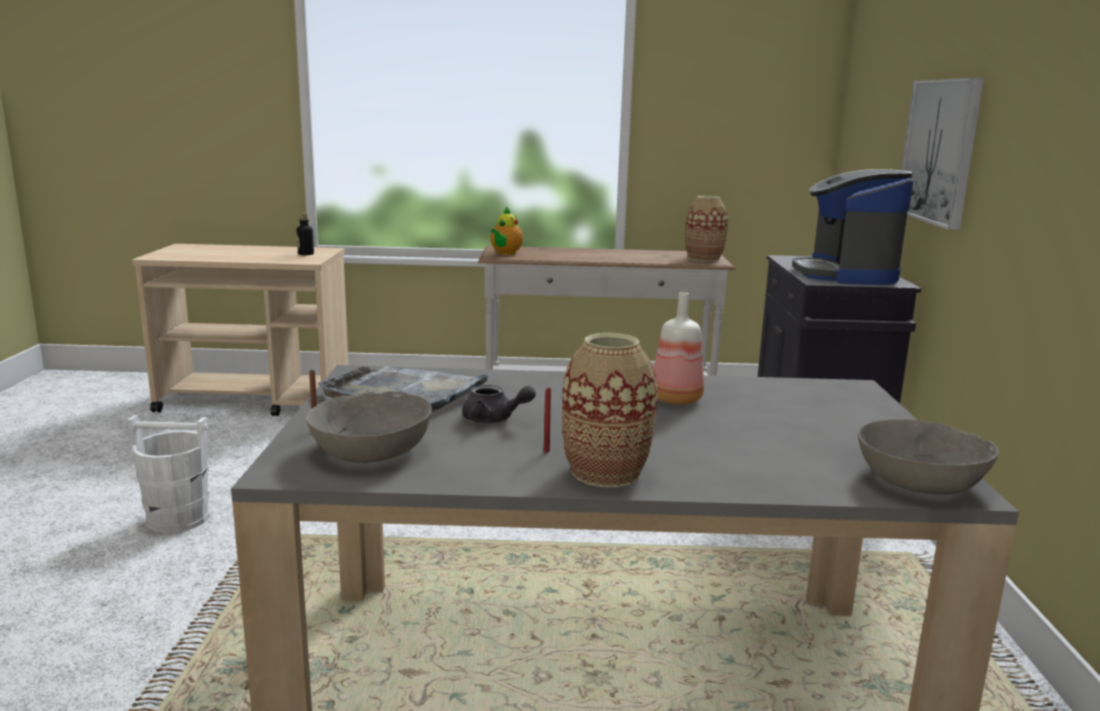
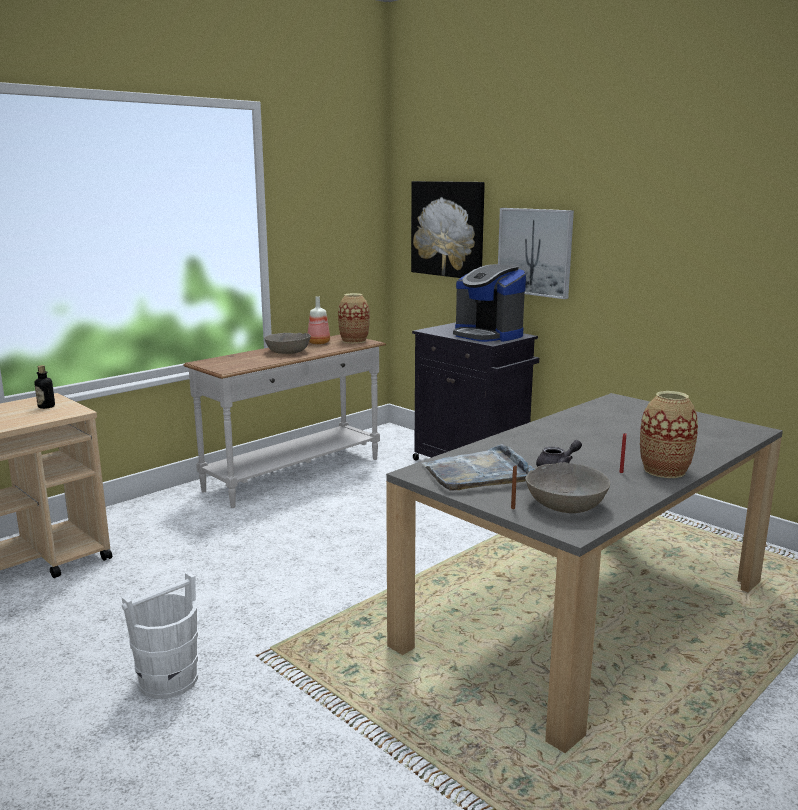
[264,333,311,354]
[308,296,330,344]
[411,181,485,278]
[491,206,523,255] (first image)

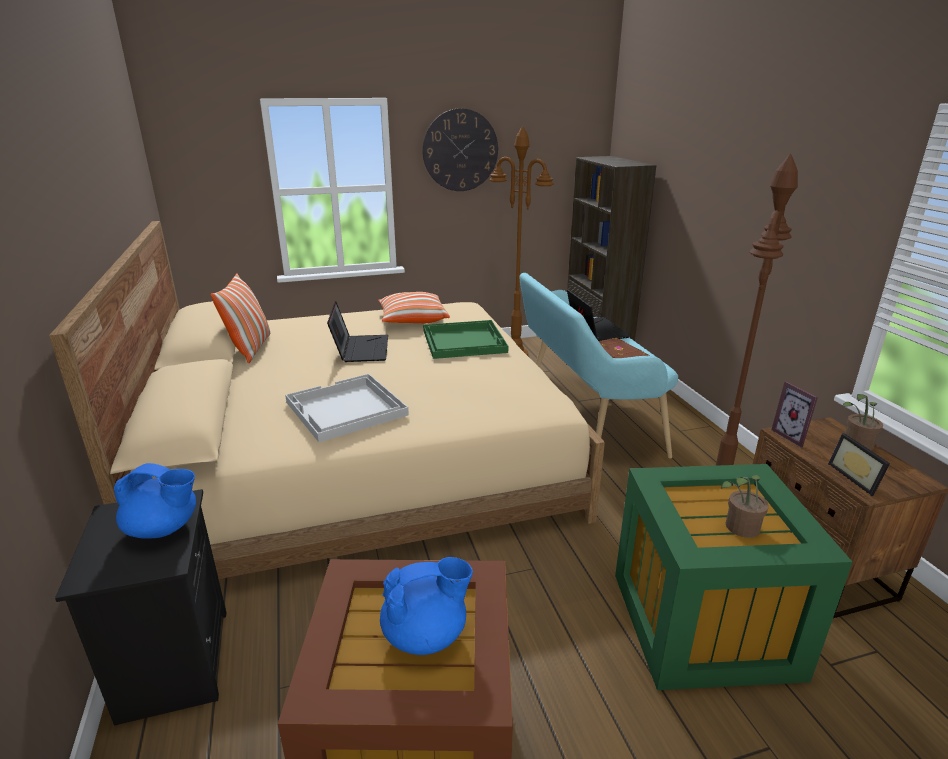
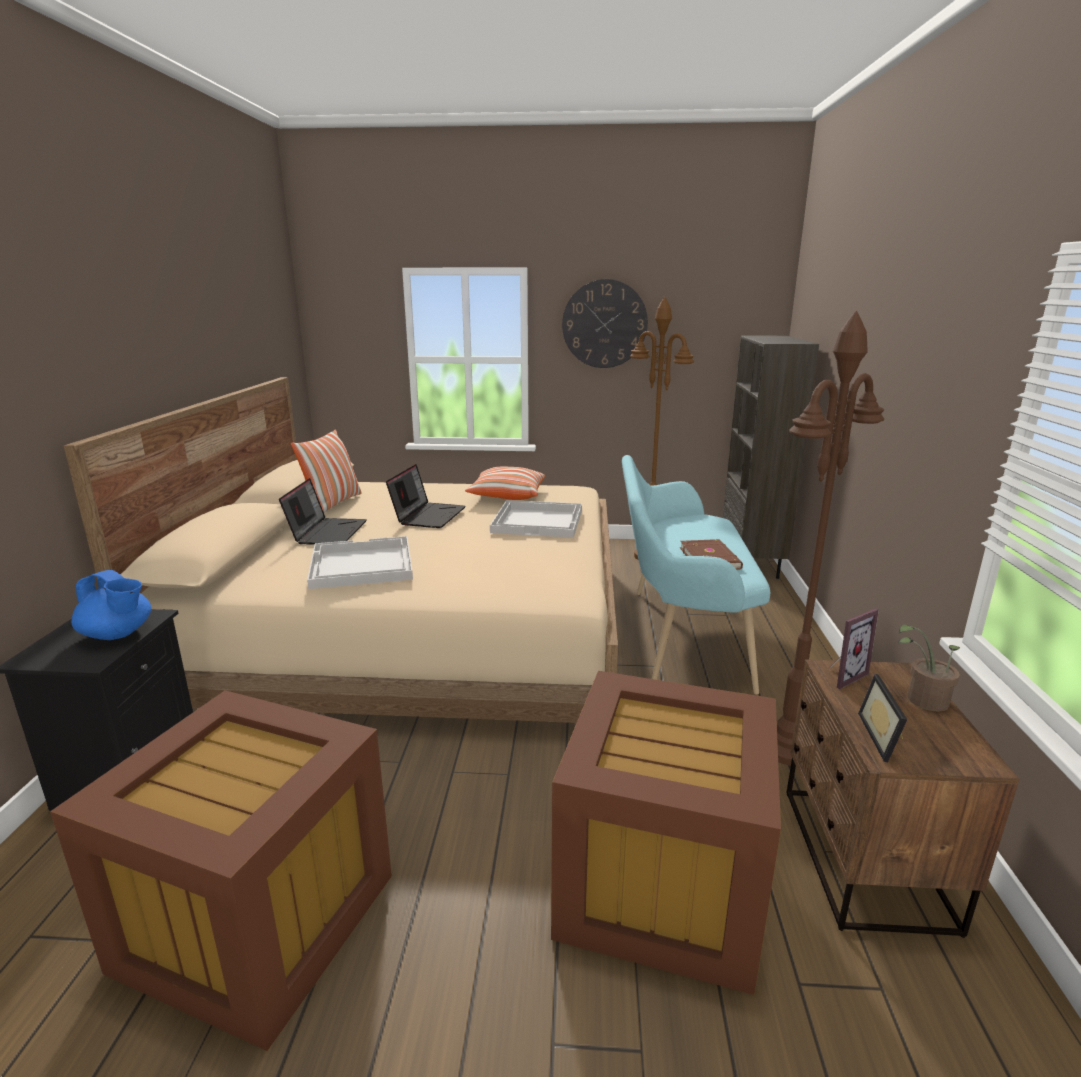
[279,478,367,545]
[490,500,582,538]
[551,671,781,995]
[828,608,879,689]
[380,557,473,655] (first image)
[721,475,769,538] (first image)

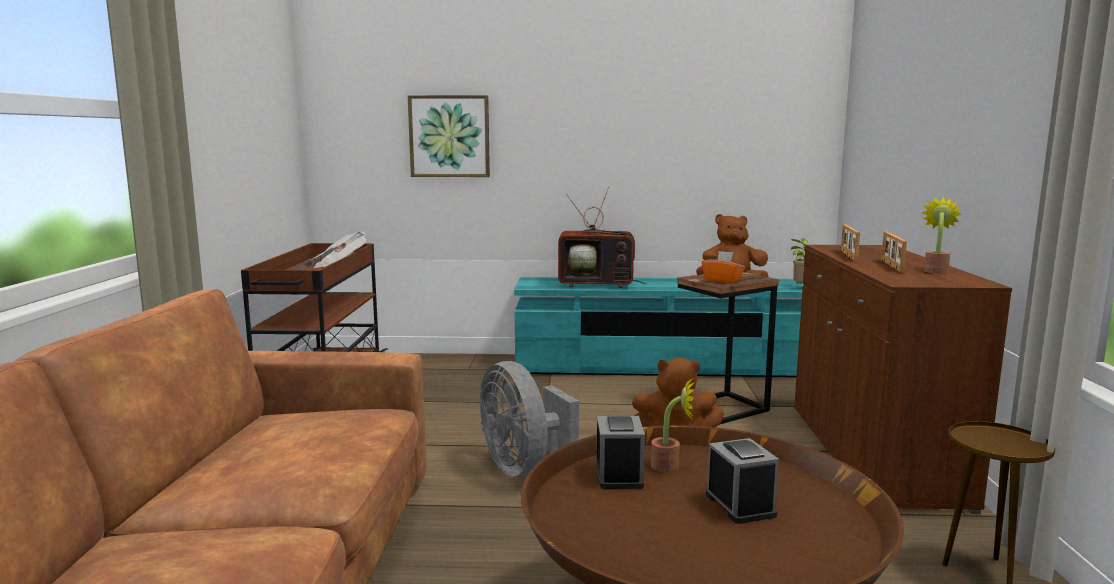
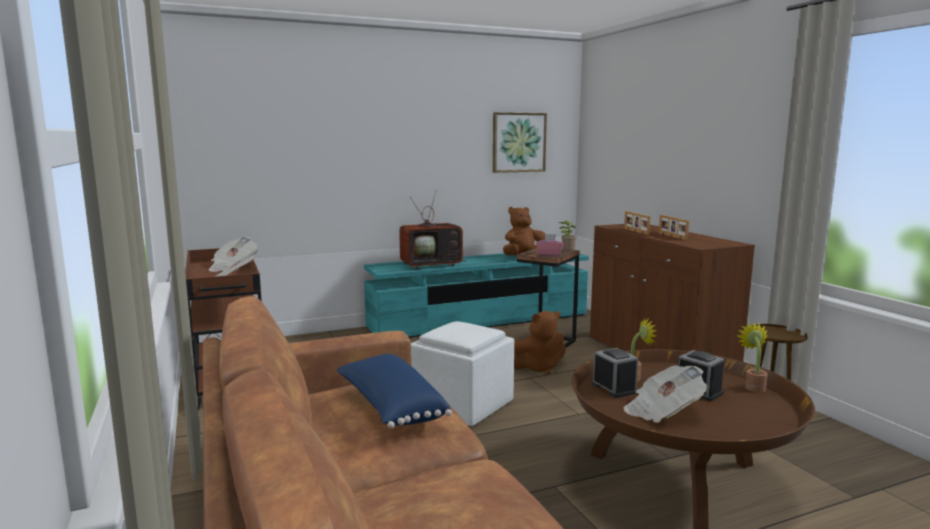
[337,354,452,428]
[411,321,514,426]
[493,112,547,173]
[536,234,563,256]
[623,365,707,423]
[736,322,768,393]

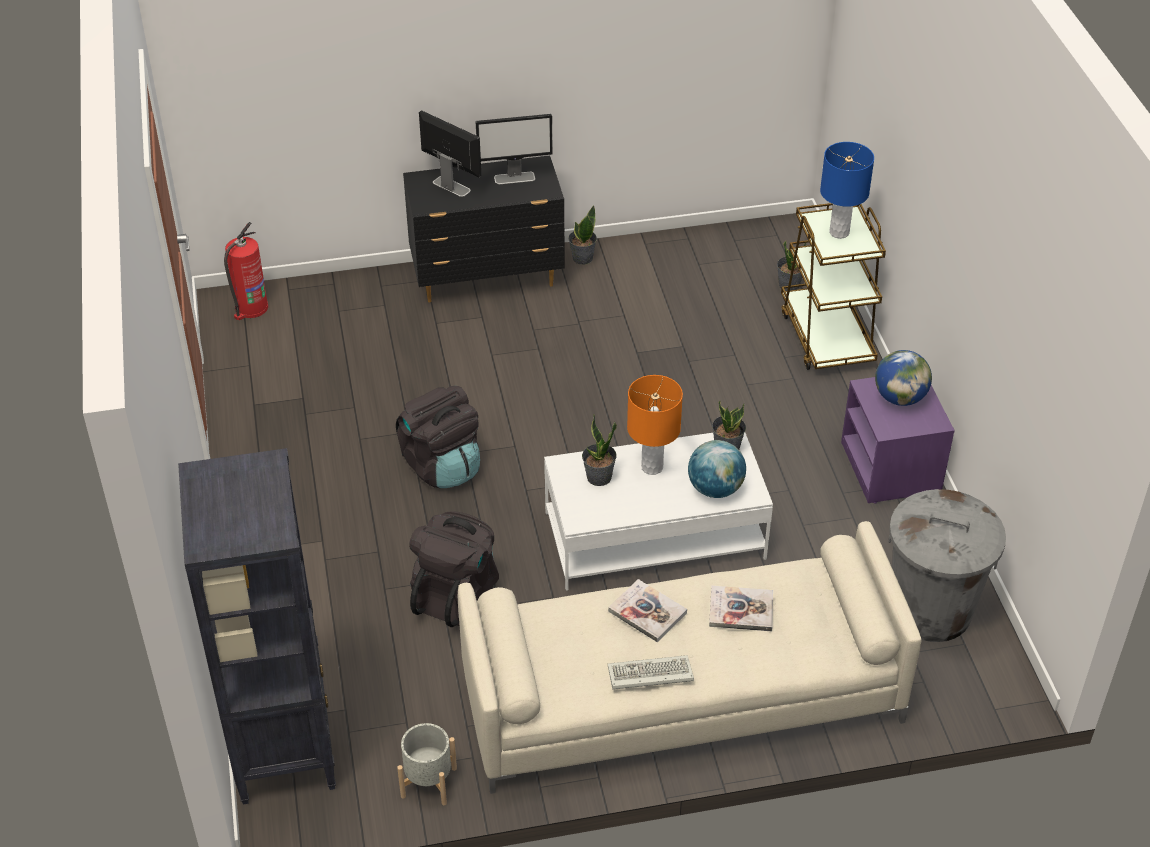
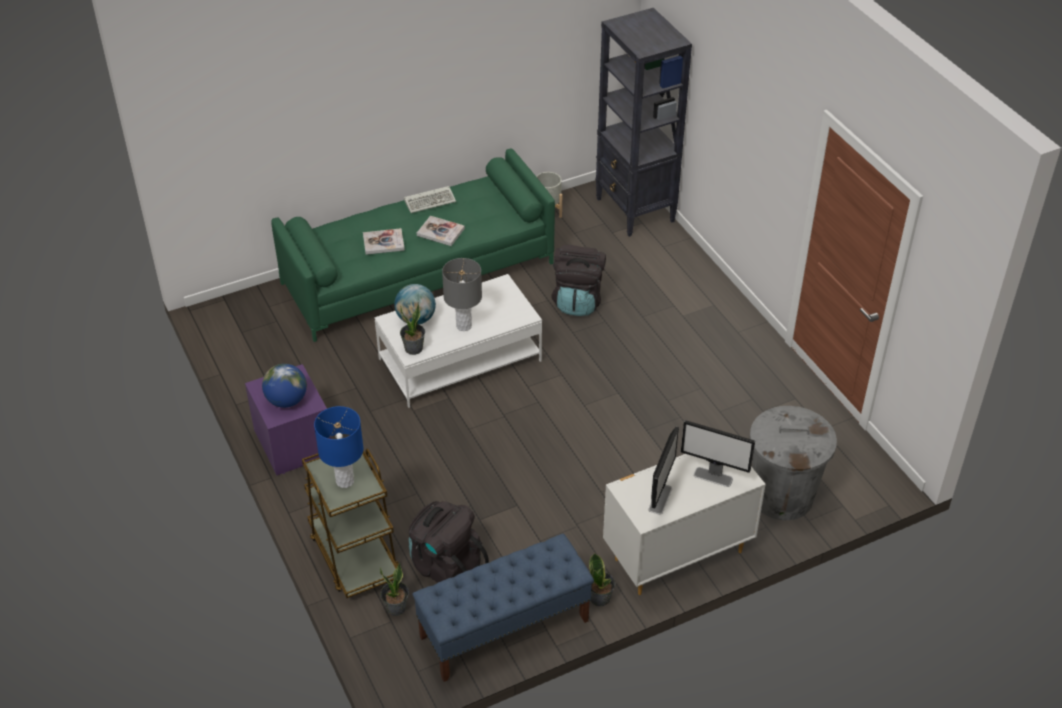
[271,148,555,342]
[409,501,489,583]
[413,534,594,682]
[442,258,482,331]
[603,454,766,595]
[648,427,679,514]
[750,406,837,520]
[224,222,268,320] (first image)
[582,415,617,486] (first image)

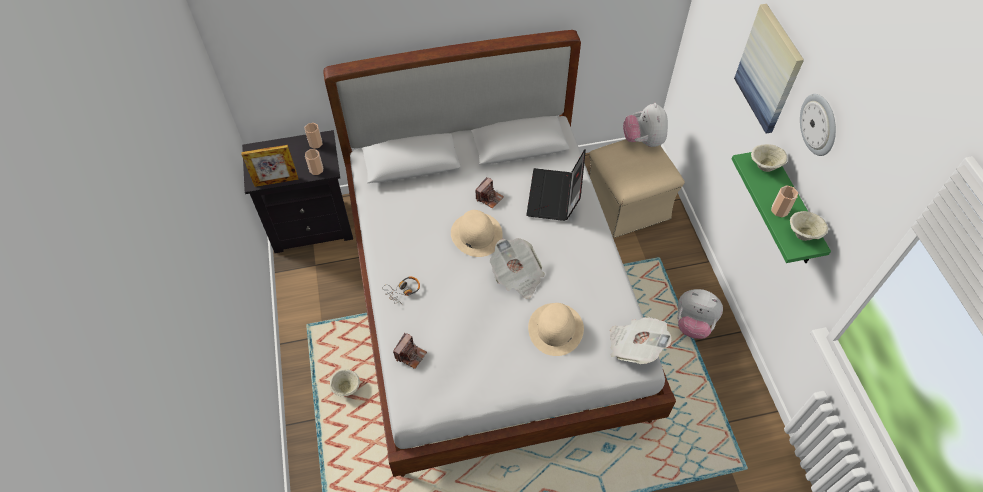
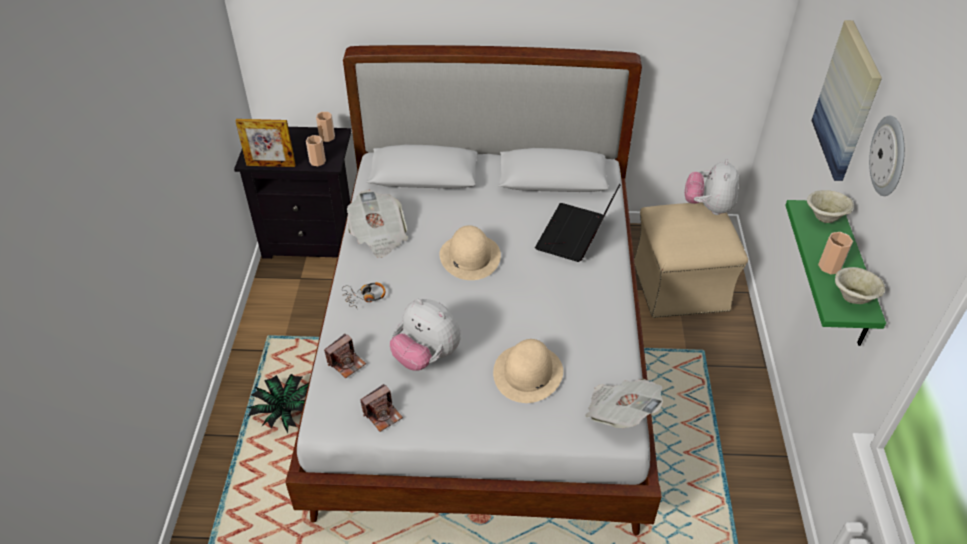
[248,374,309,433]
[347,190,408,258]
[361,384,403,432]
[390,299,461,371]

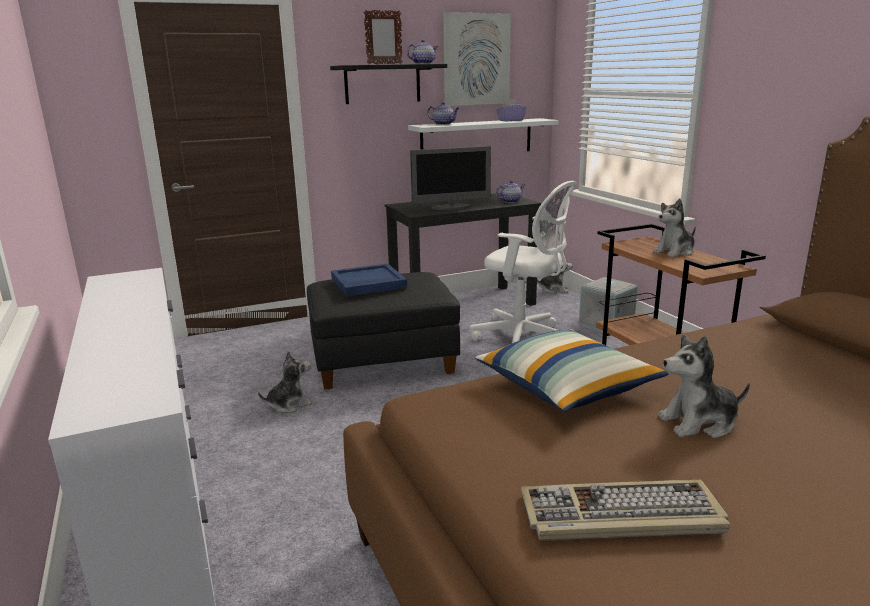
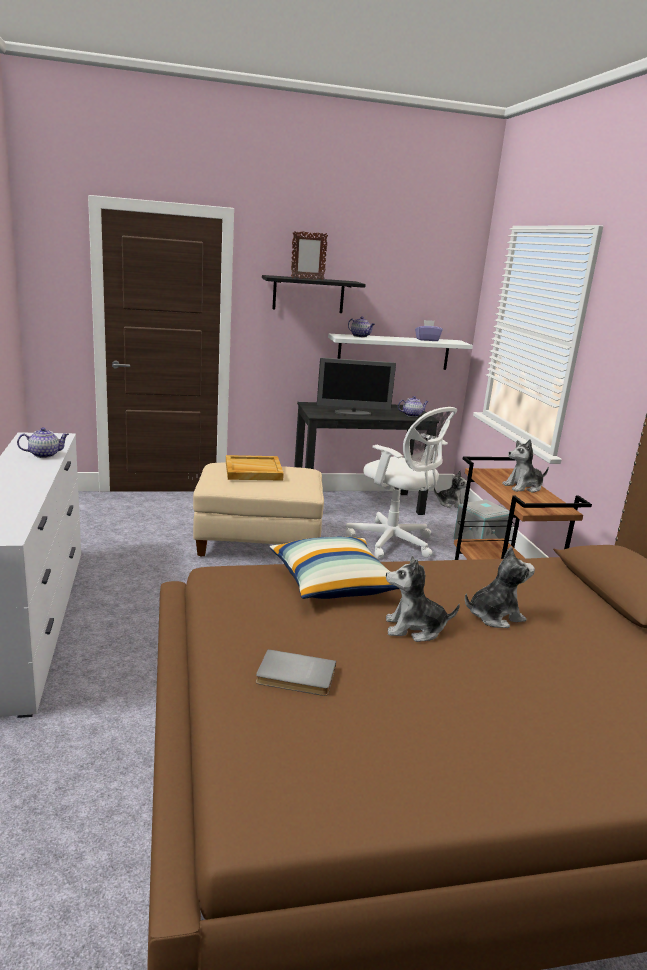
[17,427,69,458]
[193,463,324,557]
[226,455,284,481]
[256,649,336,696]
[465,546,535,628]
[443,12,511,106] (first image)

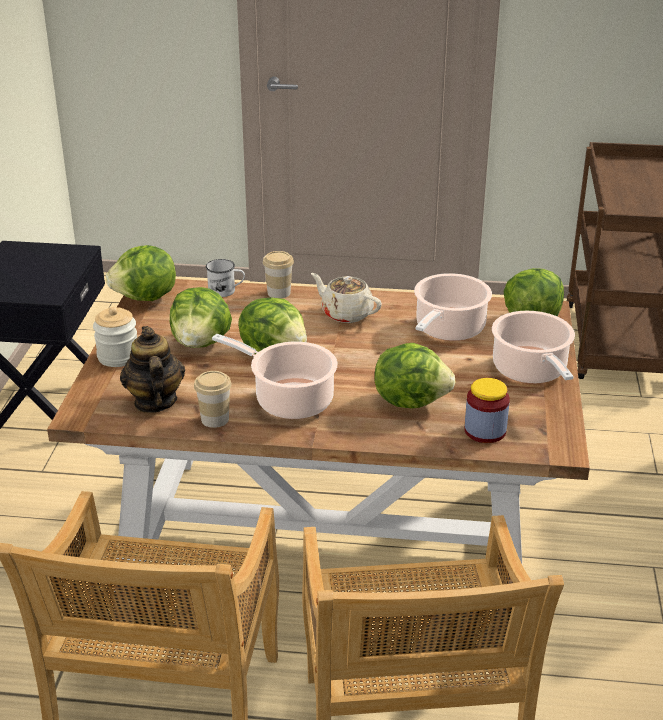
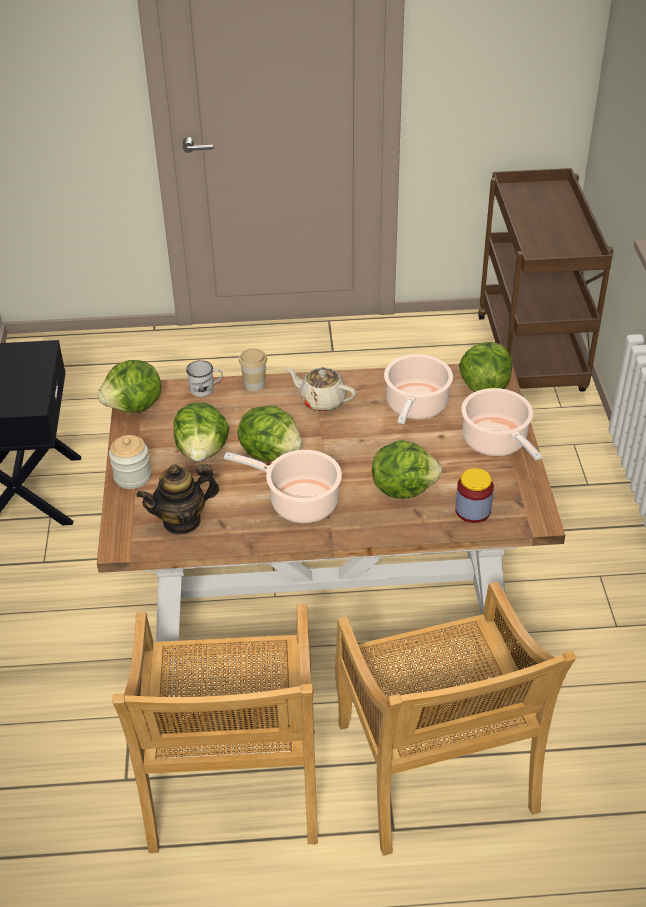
[137,464,219,535]
[194,371,232,428] (first image)

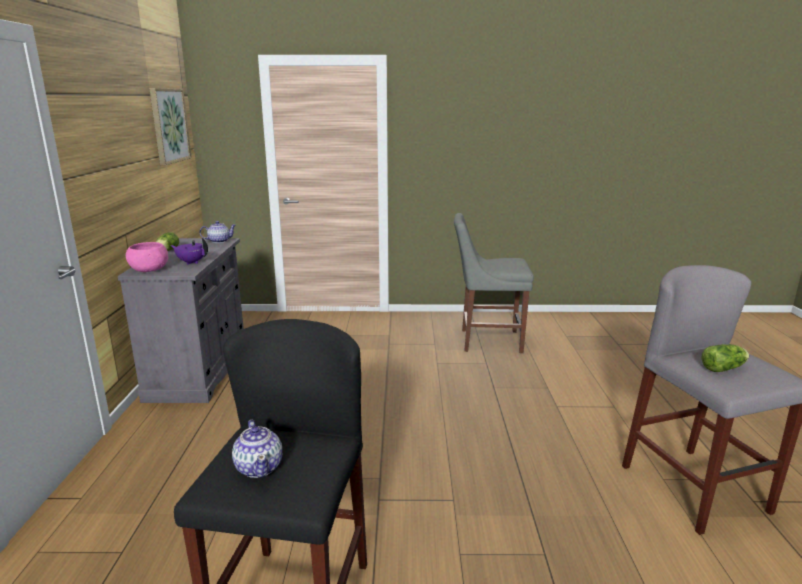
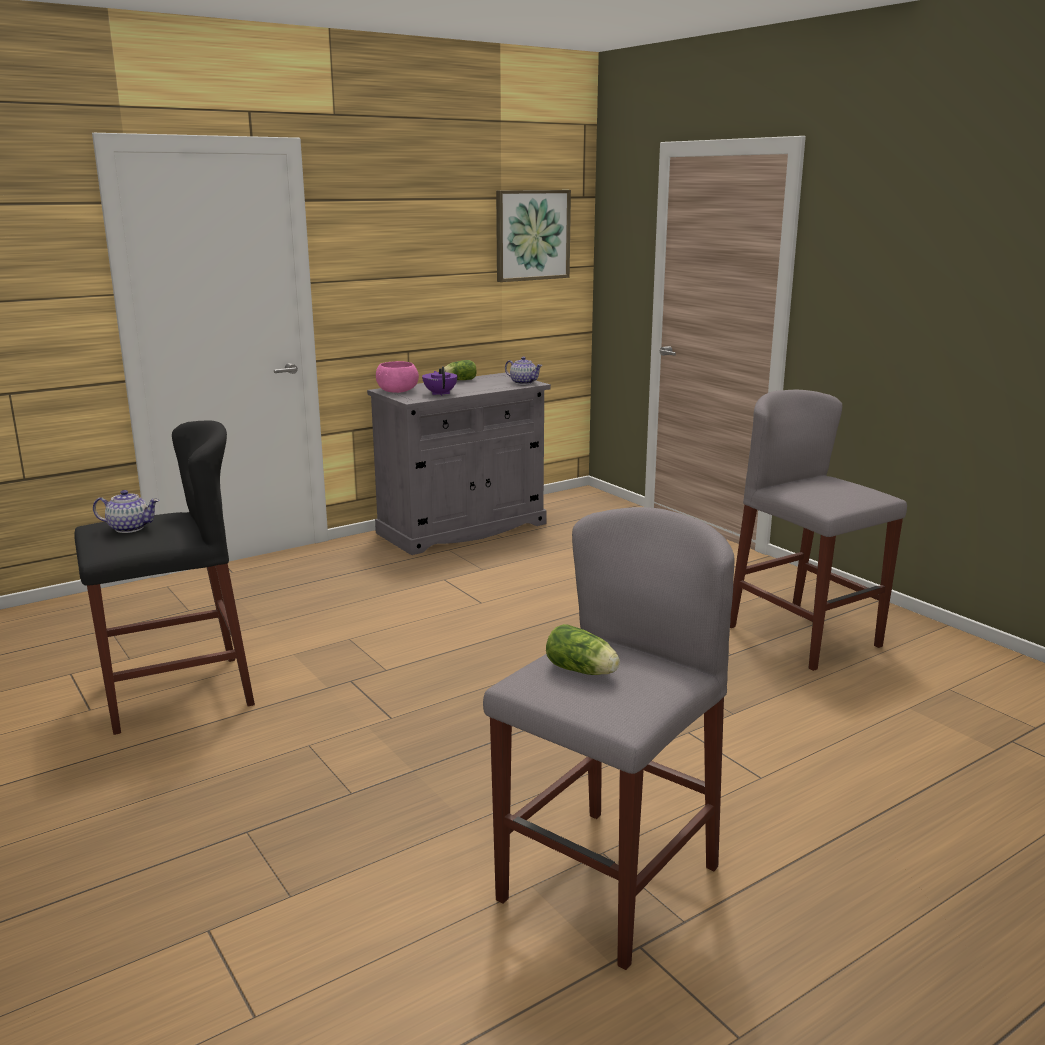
[93,490,159,533]
[730,389,907,671]

